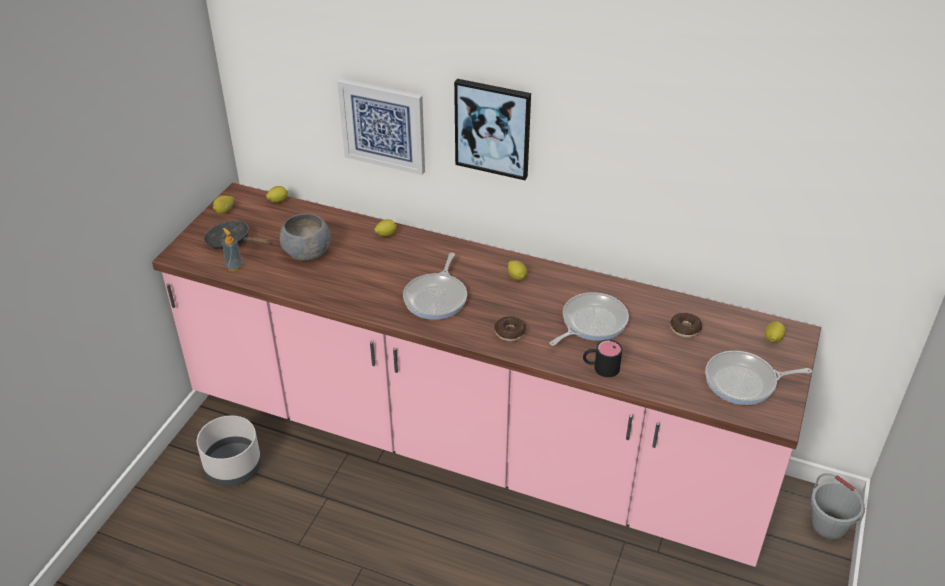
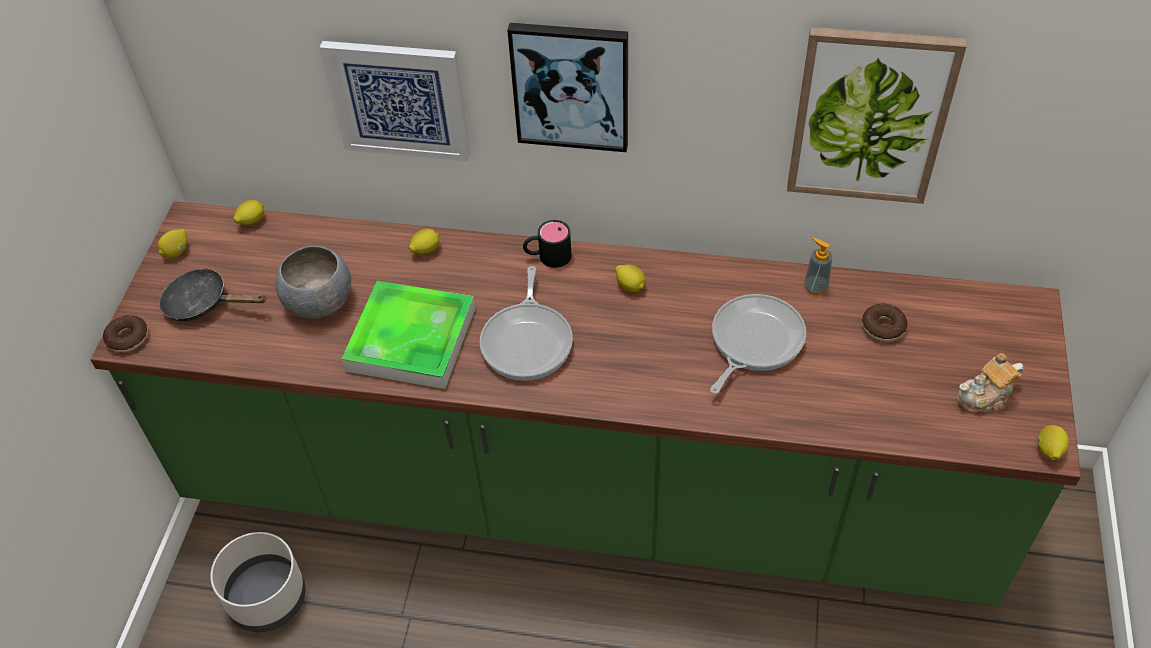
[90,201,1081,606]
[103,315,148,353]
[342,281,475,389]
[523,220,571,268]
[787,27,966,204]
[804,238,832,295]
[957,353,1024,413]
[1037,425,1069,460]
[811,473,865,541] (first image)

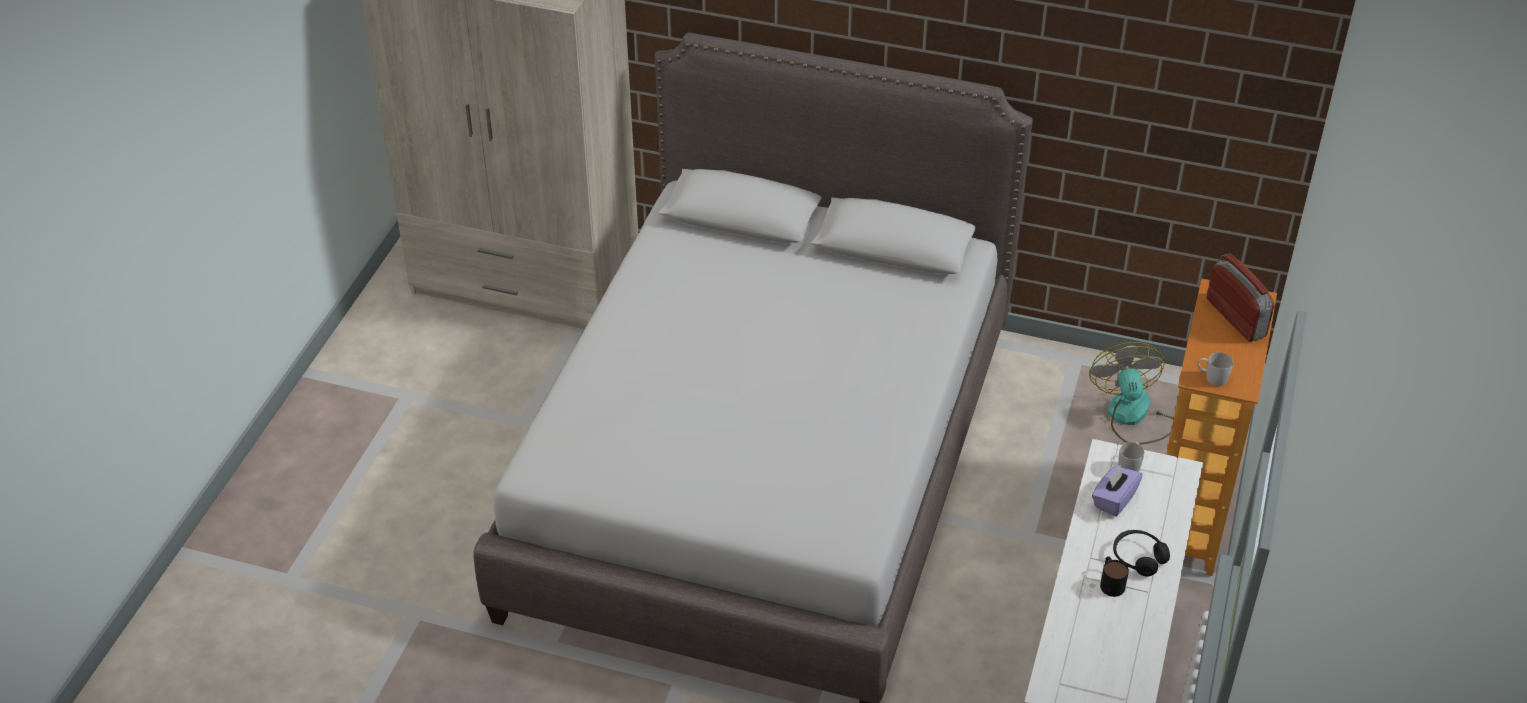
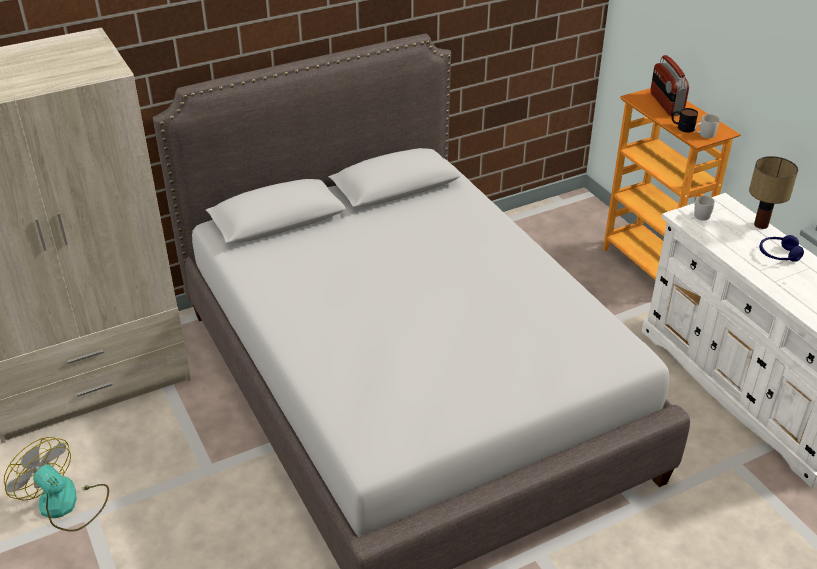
[4,437,109,532]
[650,55,689,116]
[672,108,698,132]
[749,156,798,229]
[759,235,804,262]
[1092,465,1143,517] (first image)

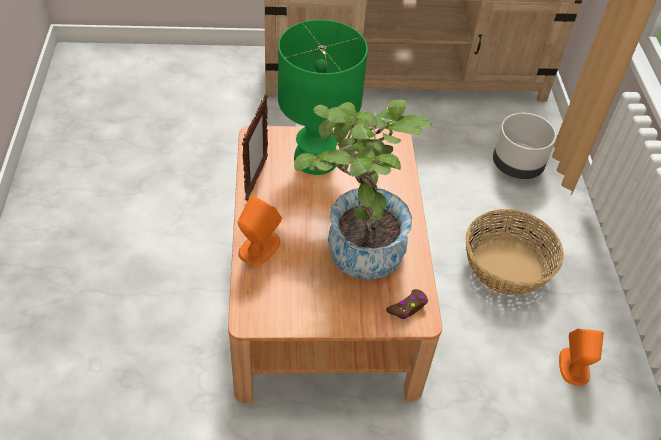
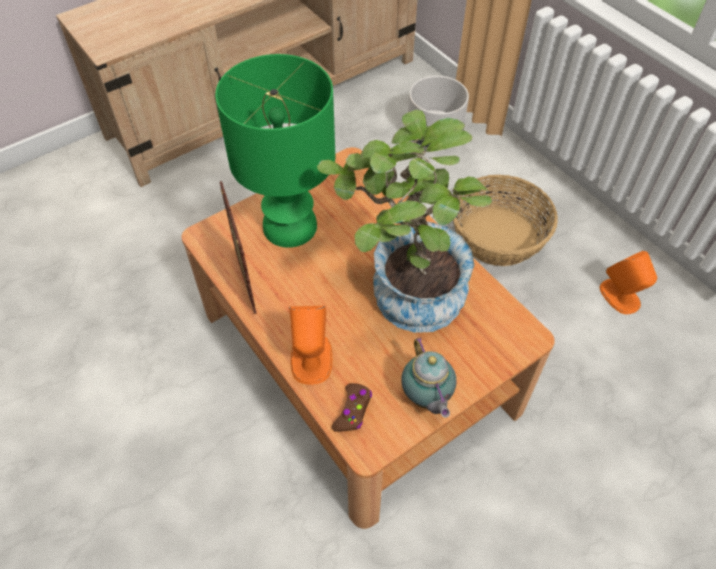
[332,383,372,432]
[401,337,456,418]

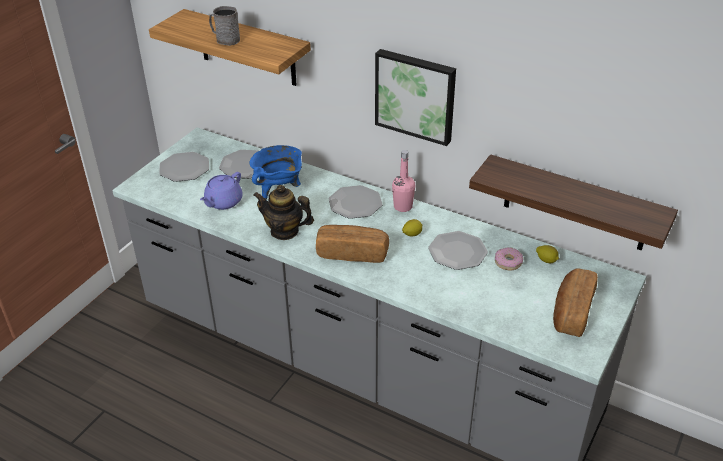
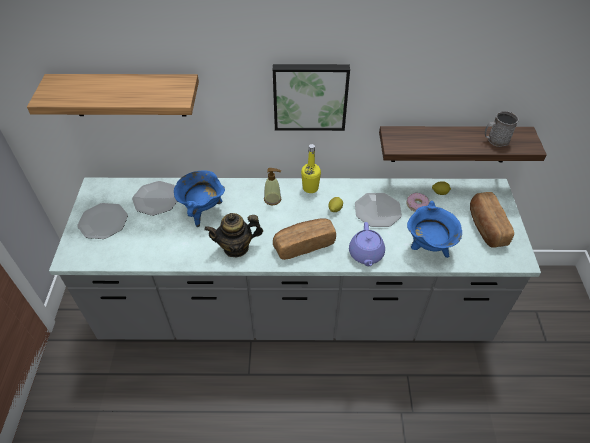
[264,168,281,205]
[301,144,321,193]
[349,222,385,266]
[407,201,462,258]
[485,111,519,147]

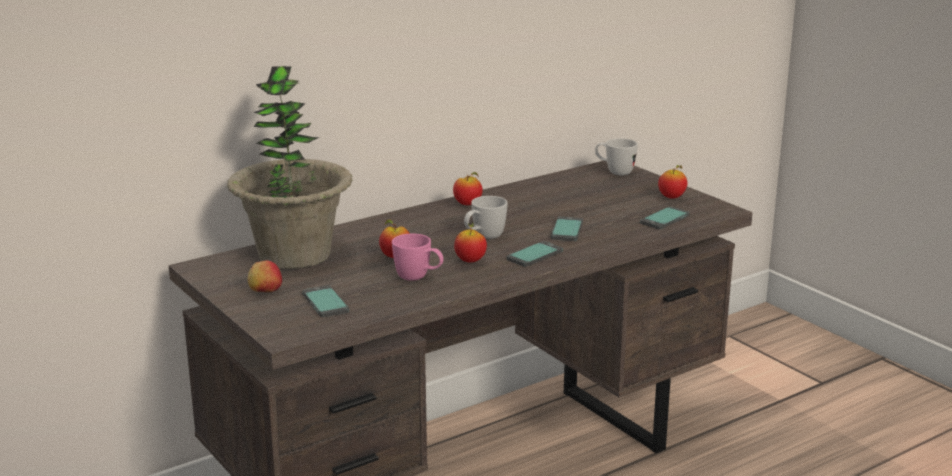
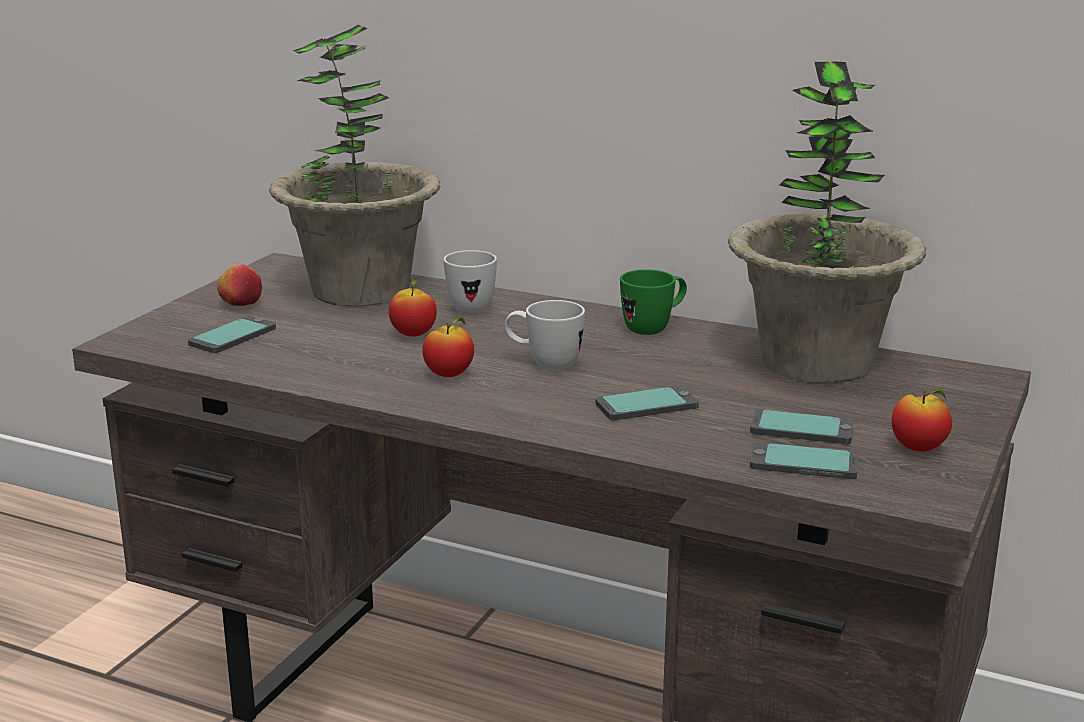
[444,250,497,313]
[620,269,687,335]
[728,62,927,383]
[750,409,854,444]
[392,234,444,281] (first image)

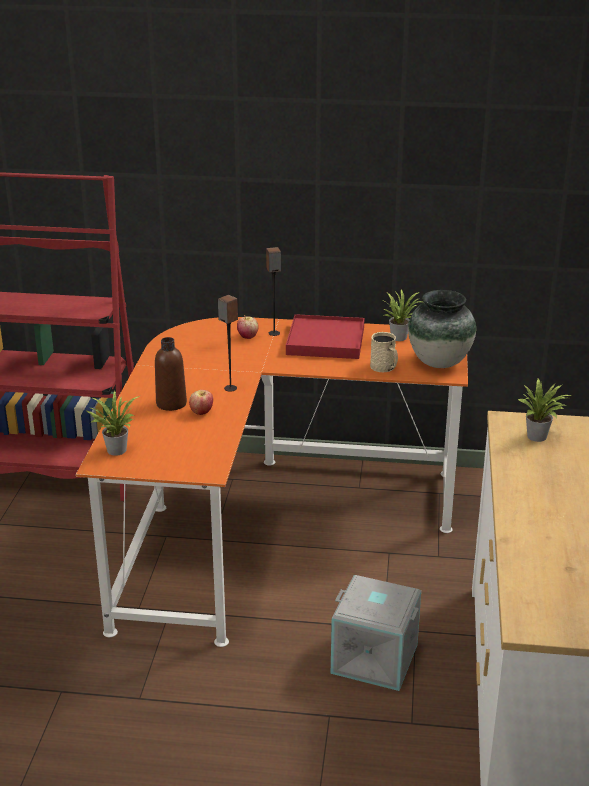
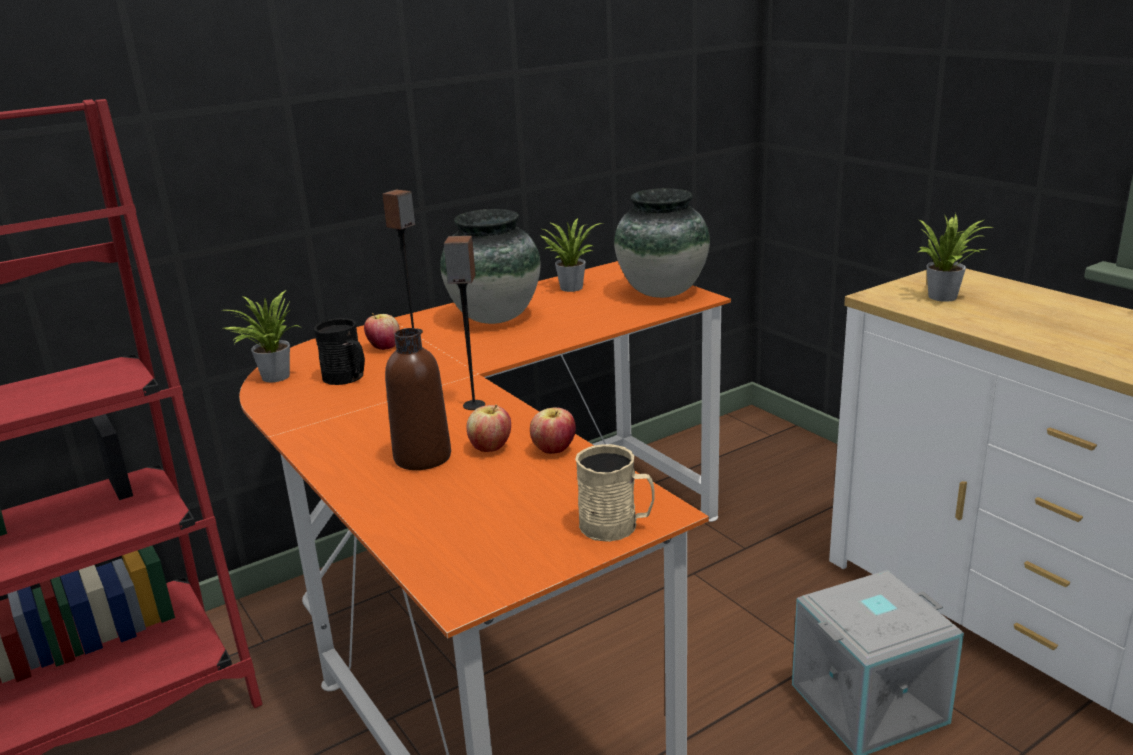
[224,290,300,382]
[314,318,365,385]
[440,209,540,324]
[530,407,576,454]
[575,444,654,542]

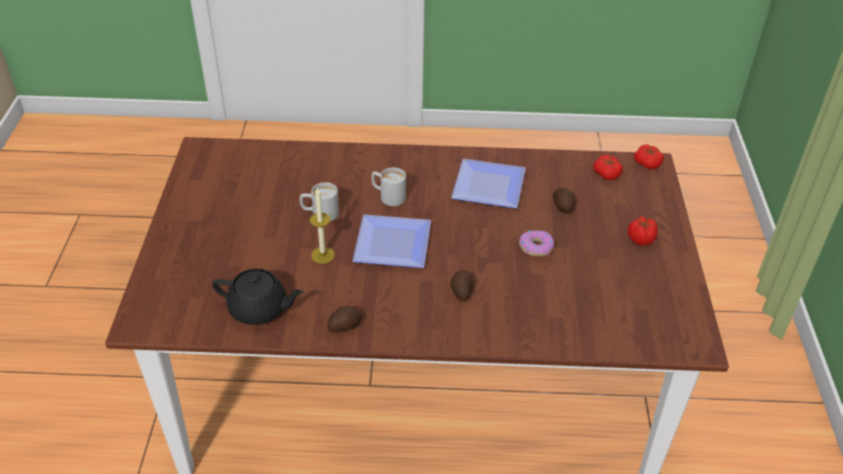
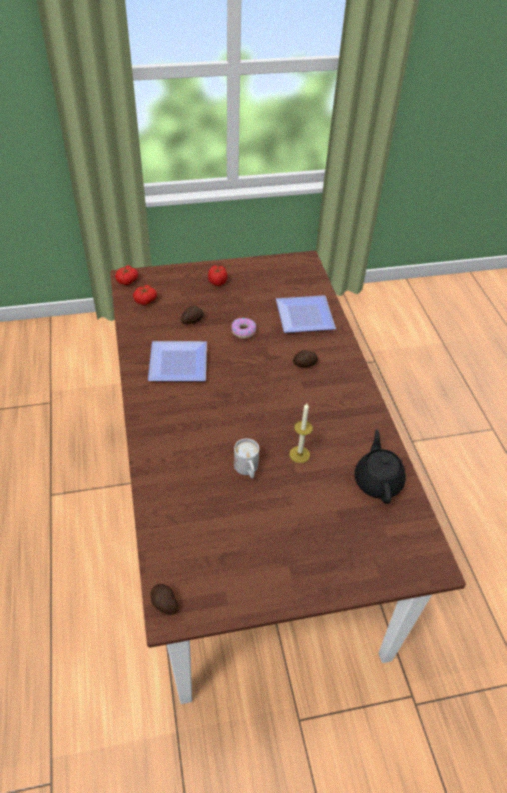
[151,584,178,615]
[276,295,336,333]
[372,167,406,206] (first image)

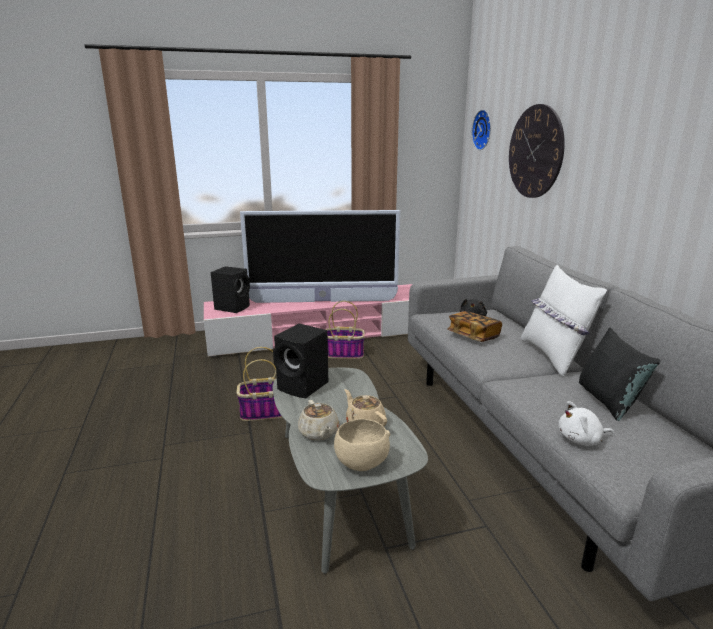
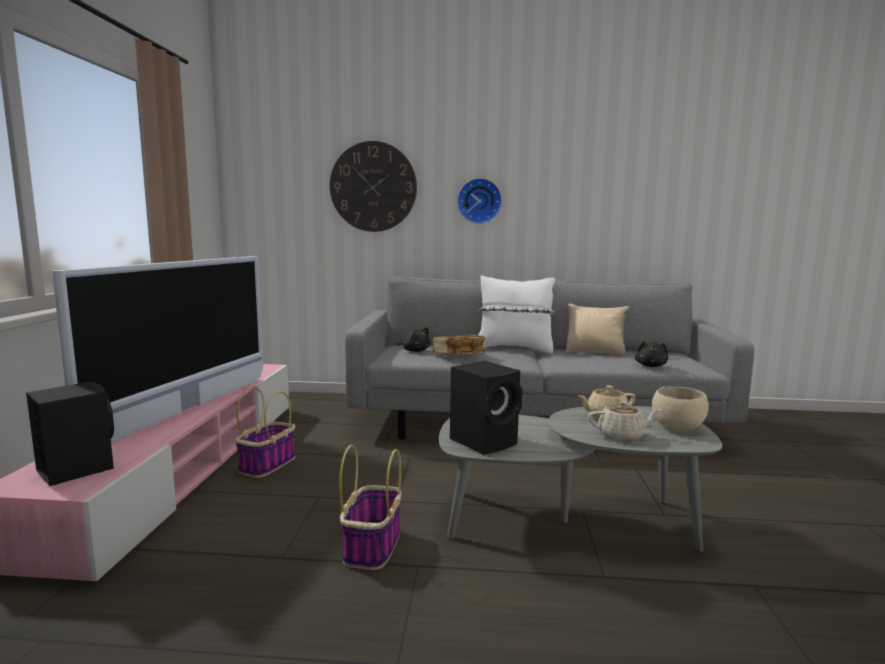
[457,178,502,224]
[566,304,629,356]
[635,341,668,367]

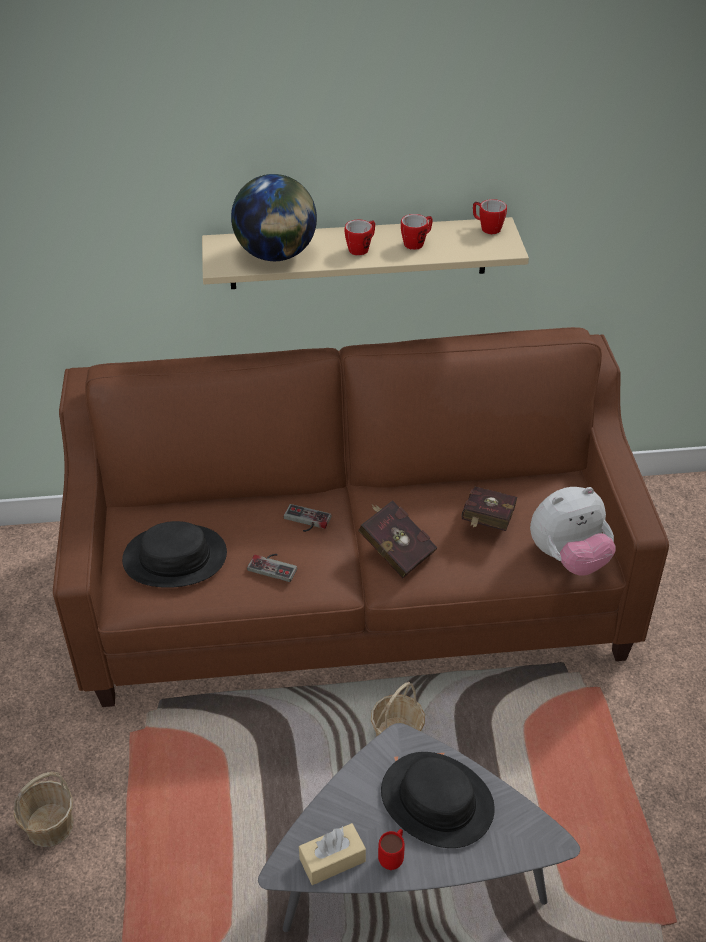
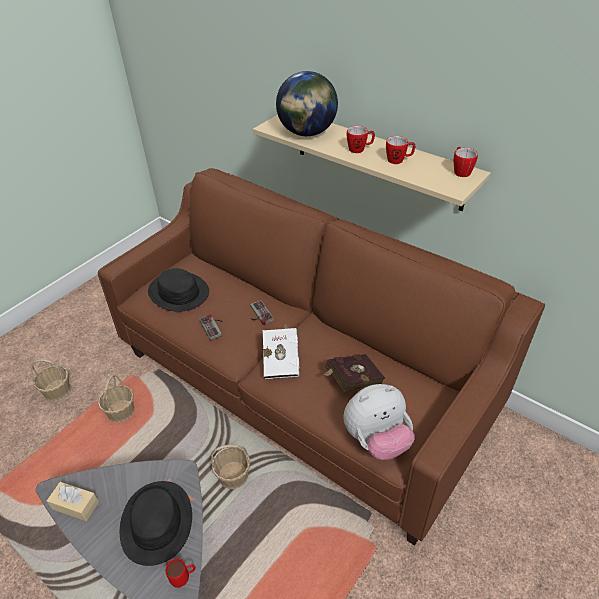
[98,375,135,423]
[166,558,196,588]
[263,325,300,379]
[344,384,415,460]

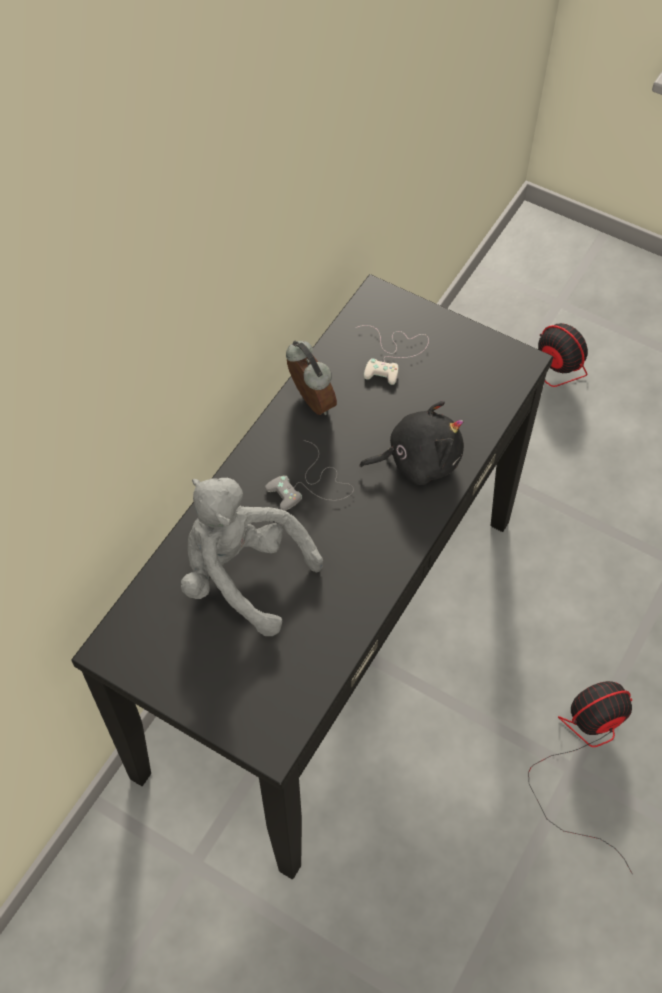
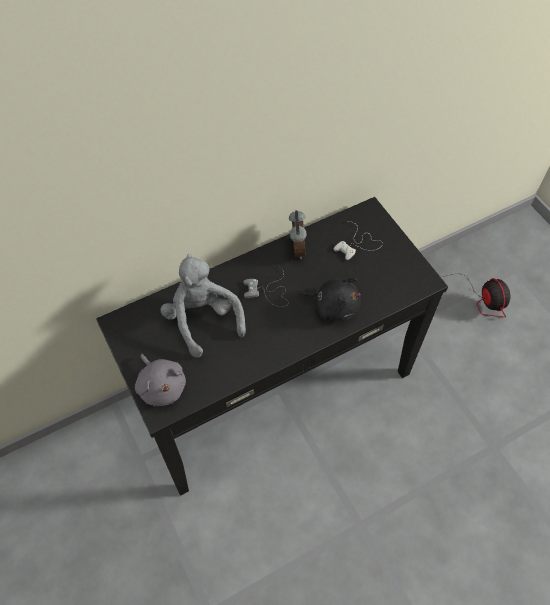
[135,354,186,407]
[528,681,633,874] (first image)

